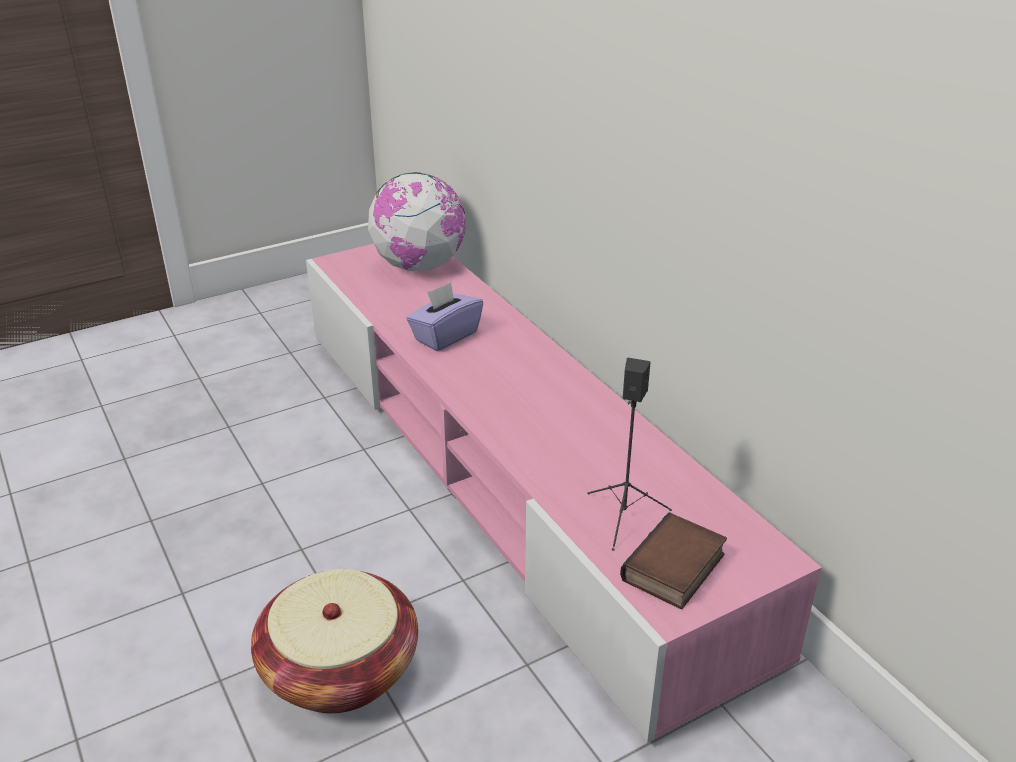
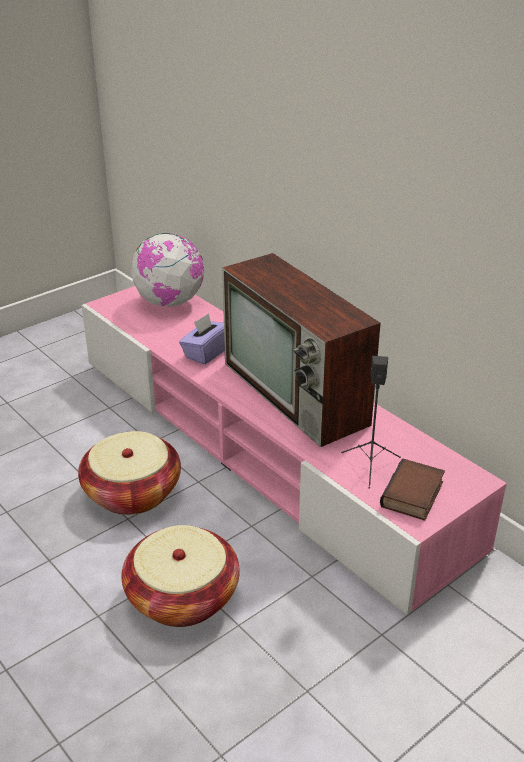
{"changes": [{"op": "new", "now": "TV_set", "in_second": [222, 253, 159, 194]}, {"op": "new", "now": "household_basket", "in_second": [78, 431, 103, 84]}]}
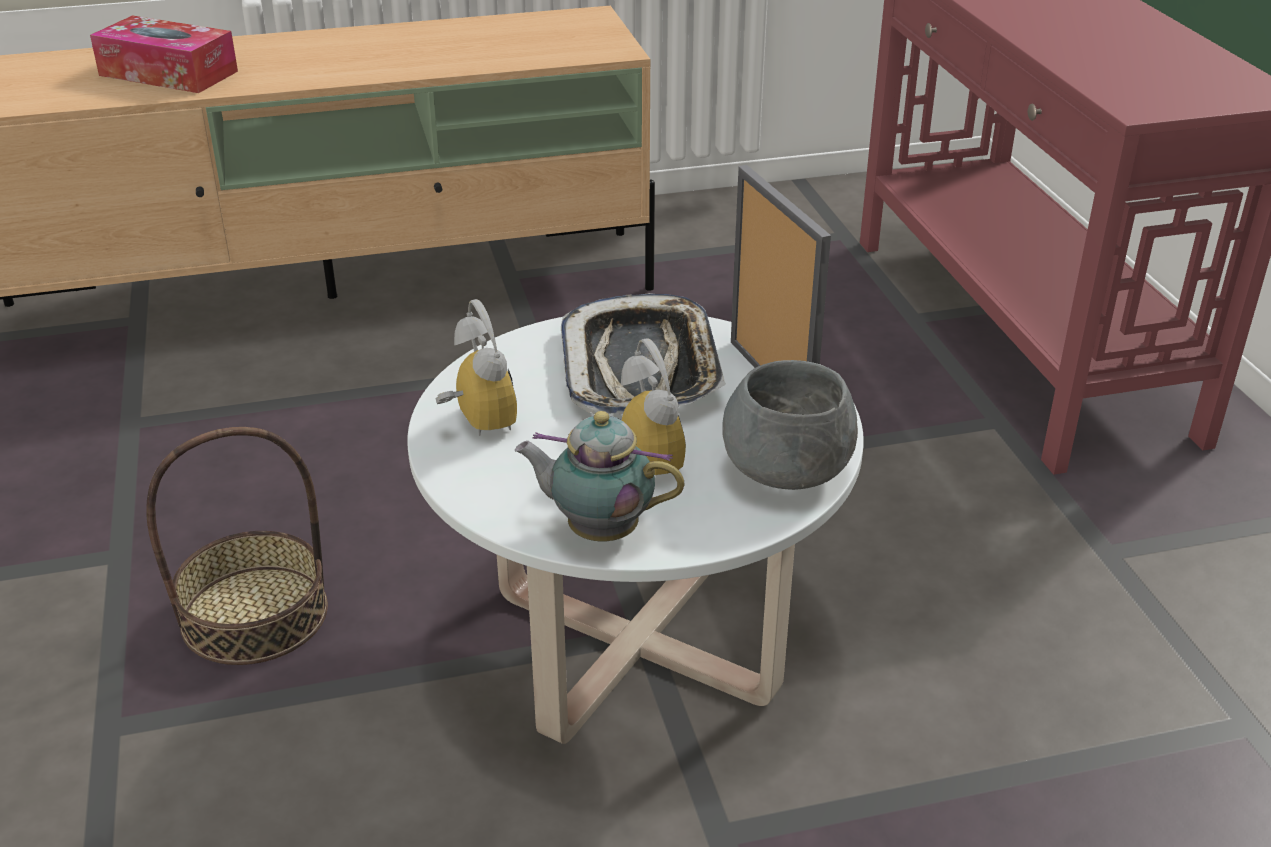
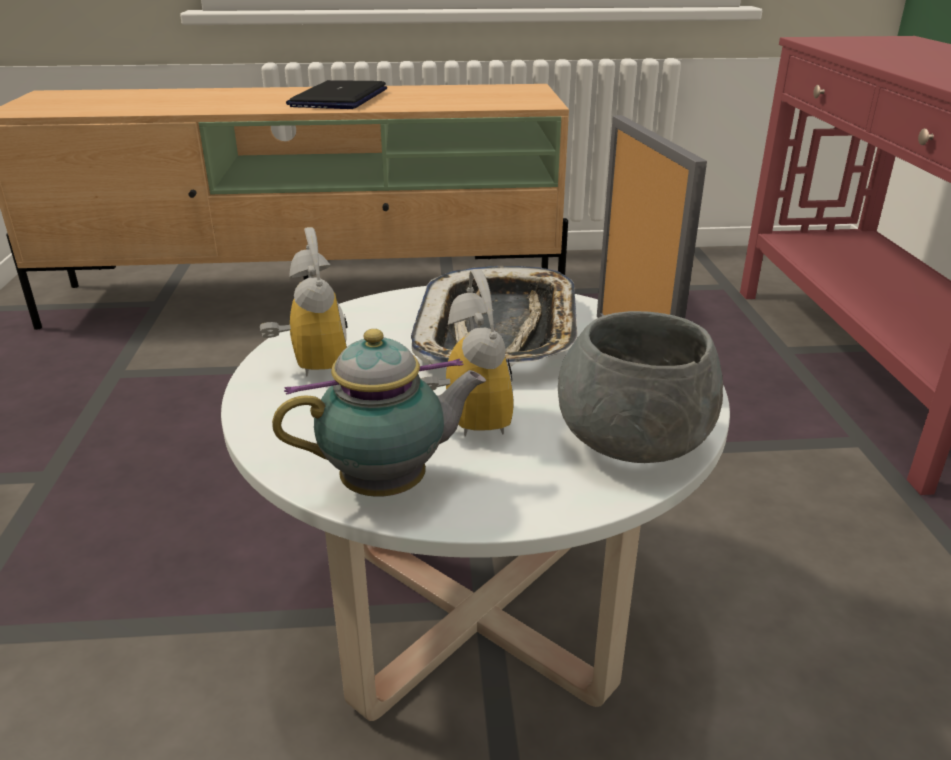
{"changes": [{"op": "gone", "was": "tissue_holder", "in_first": [90, 15, 148, 78]}, {"op": "rotated", "was": "tea_pot", "in_first": [515, 411, 170, 130], "in_second": [272, 329, 214, 168], "clockwise": 135}, {"op": "gone", "was": "household_basket", "in_first": [146, 427, 182, 238]}, {"op": "new", "now": "portable_computer", "in_second": [286, 80, 101, 29]}]}
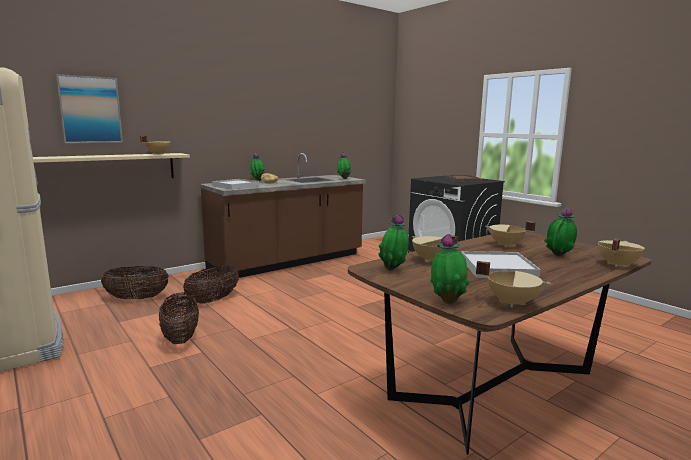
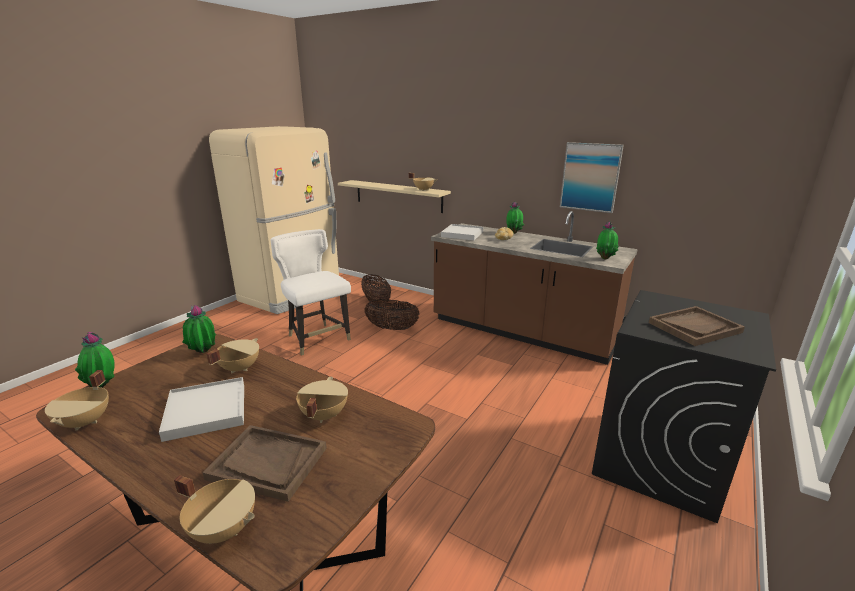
{"changes": [{"op": "shifted", "was": "wall_art", "in_first": [56, 74, 67, 69], "in_second": [560, 142, 64, 71]}, {"op": "swapped", "was": "plant_in_a_pot", "now": "brown_serving_tray", "in_first": [544, 207, 33, 49], "in_second": [203, 425, 124, 77]}, {"op": "swapped", "was": "household_basket", "now": "white-coloured_upright_chair", "in_first": [159, 293, 40, 51], "in_second": [271, 229, 80, 127]}]}
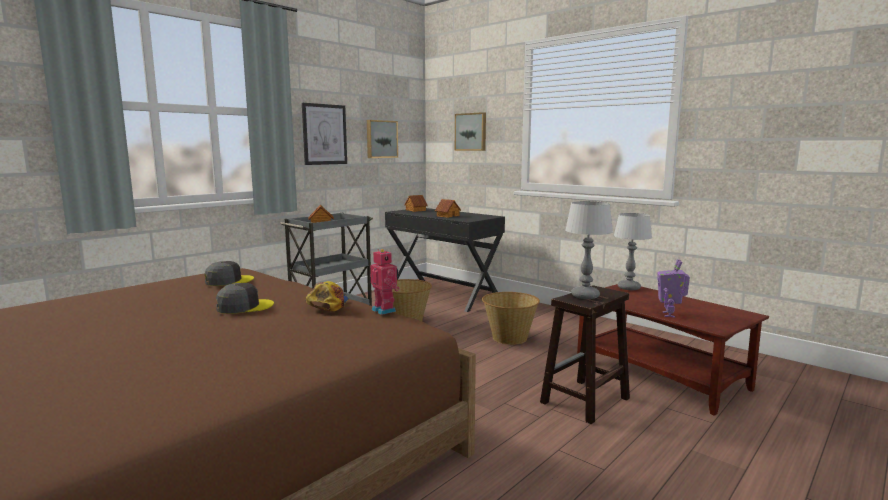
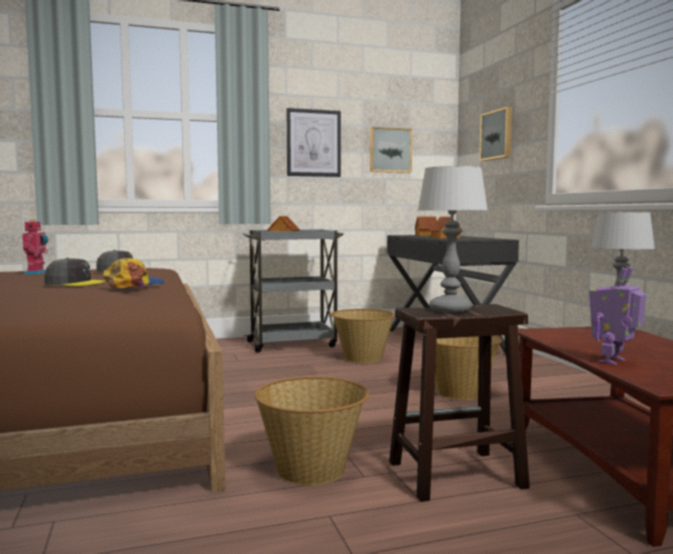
{"changes": [{"op": "shifted", "was": "model_robot", "in_first": [370, 249, 30, 66], "in_second": [22, 219, 26, 55]}, {"op": "new", "now": "household_basket", "in_second": [255, 376, 114, 109]}]}
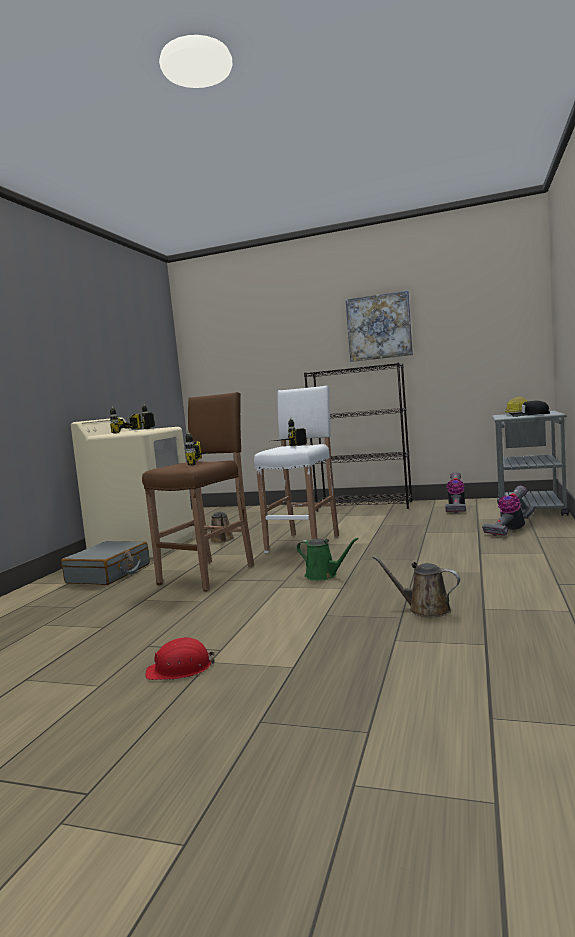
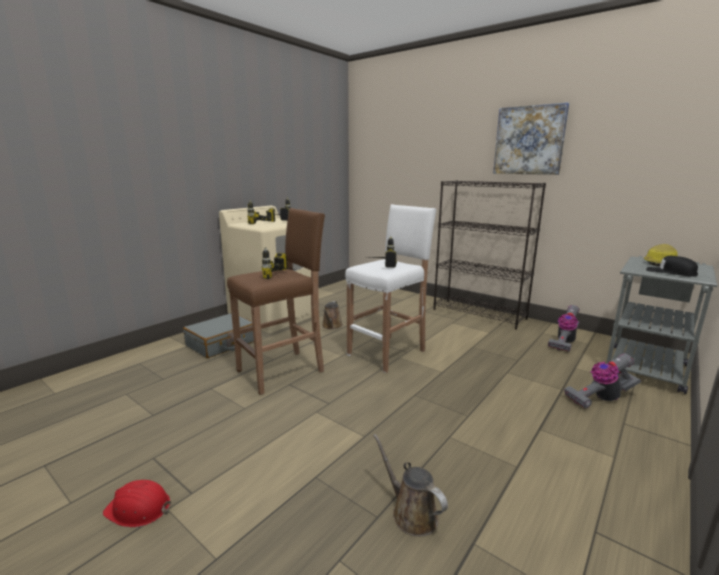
{"changes": [{"op": "gone", "was": "green_sprinkling_can", "in_first": [297, 538, 62, 43]}]}
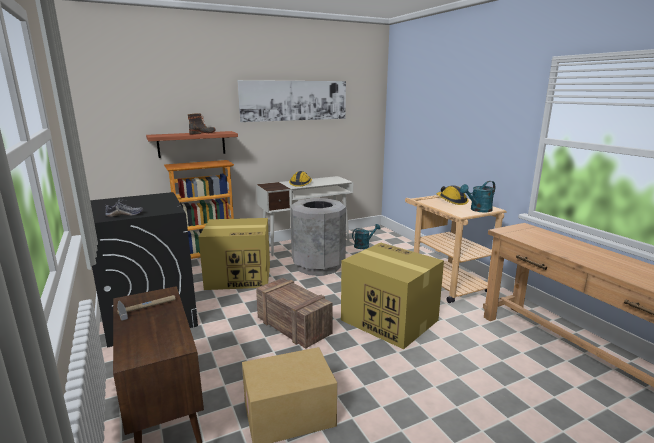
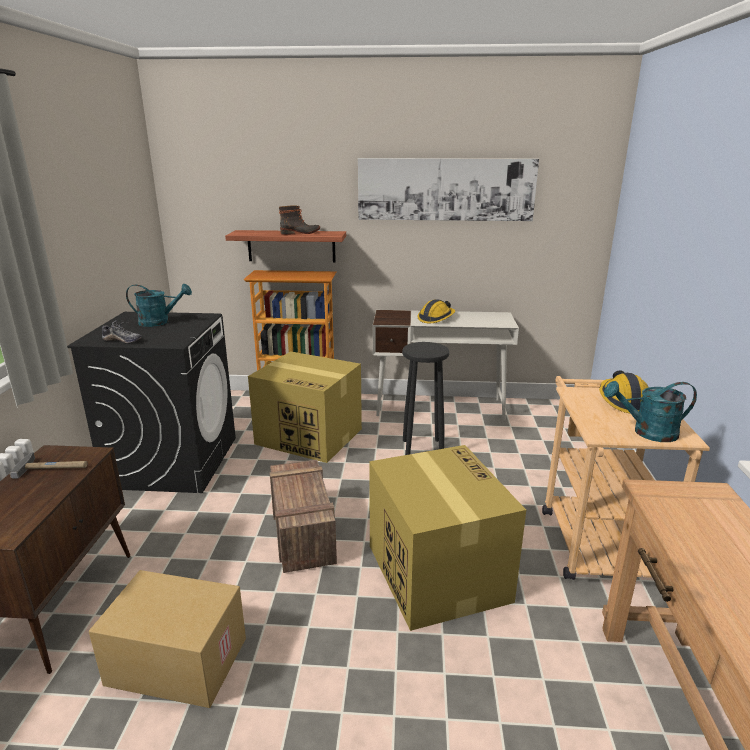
{"changes": [{"op": "swapped", "was": "grey_trash_can", "now": "black-coloured_stool_seat", "in_first": [290, 198, 56, 78], "in_second": [402, 342, 47, 113]}, {"op": "shifted", "was": "turquoise-coloured_sprinkling_can", "in_first": [352, 224, 28, 25], "in_second": [126, 284, 66, 43]}]}
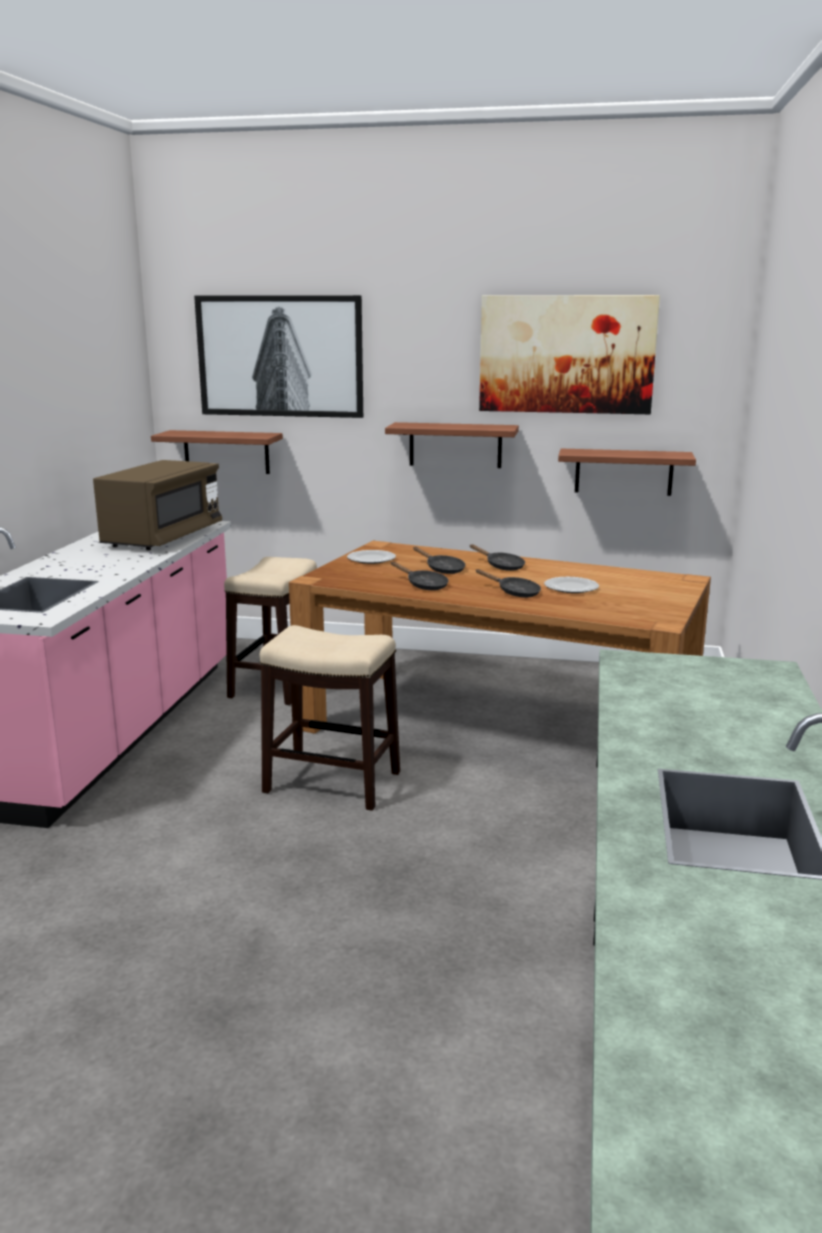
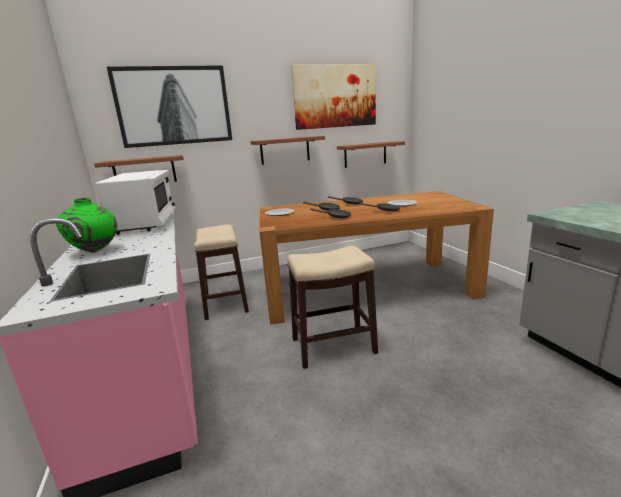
{"changes": [{"op": "repainted", "was": "brown_kitchen_microwave", "now": "white-coloured_kitchen_microwave", "in_first": [93, 460, 129, 90], "in_second": [95, 170, 81, 65]}, {"op": "new", "now": "green_decorative_vase", "in_second": [56, 198, 61, 55]}]}
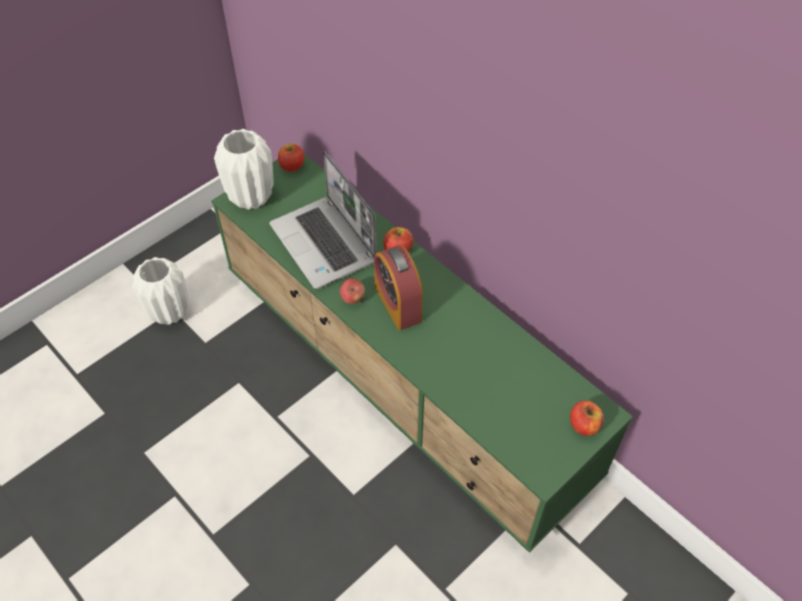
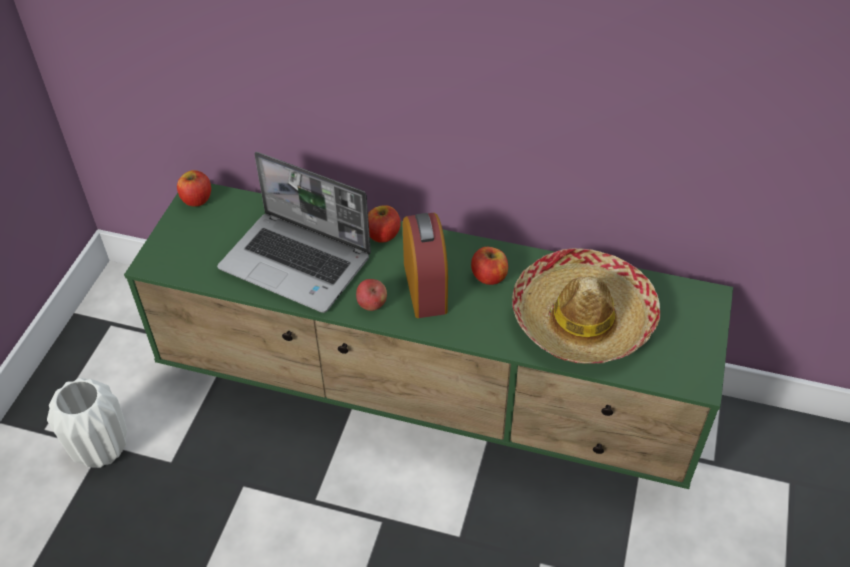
{"changes": [{"op": "gone", "was": "white-coloured_decorative_vase", "in_first": [214, 129, 60, 81]}, {"op": "rotated", "was": "alarm_clock", "in_first": [374, 245, 49, 85], "in_second": [403, 213, 45, 105], "clockwise": -135}, {"op": "shifted", "was": "apple_fruit", "in_first": [570, 400, 34, 36], "in_second": [471, 247, 37, 38]}, {"op": "new", "now": "wearable_hat", "in_second": [512, 248, 148, 116]}]}
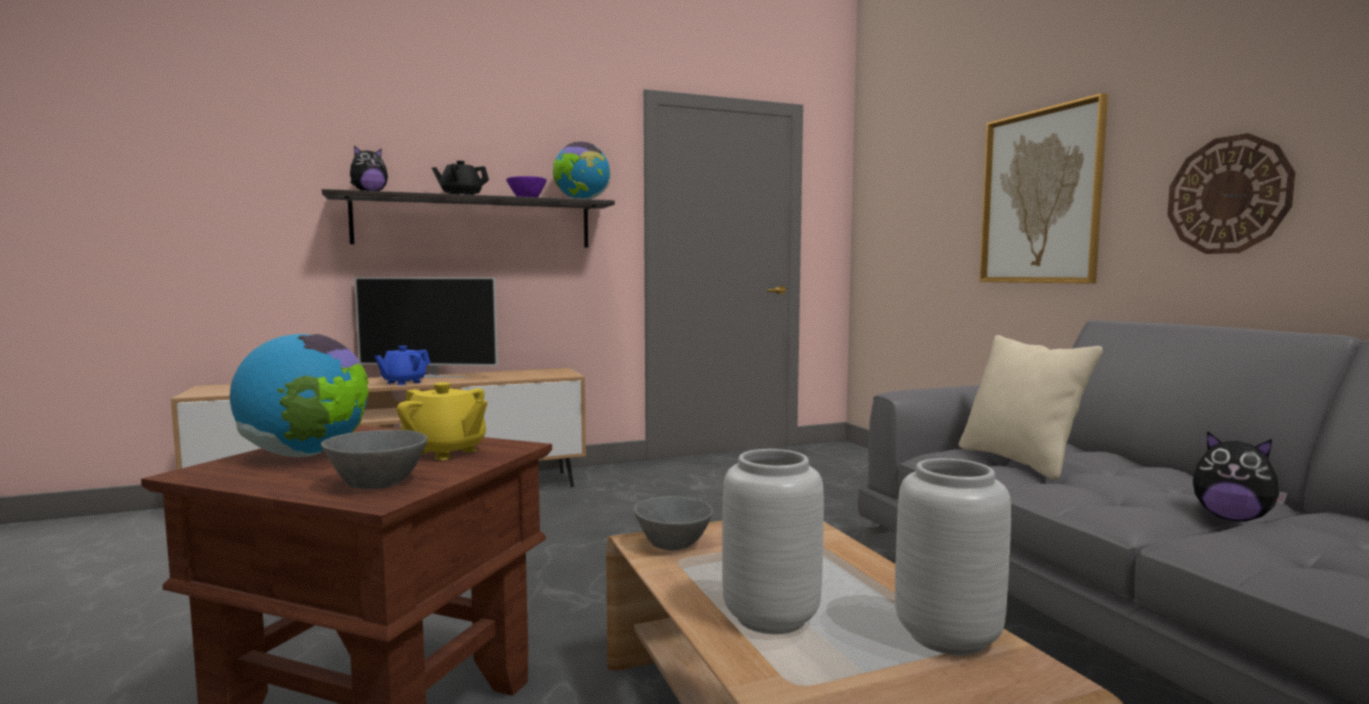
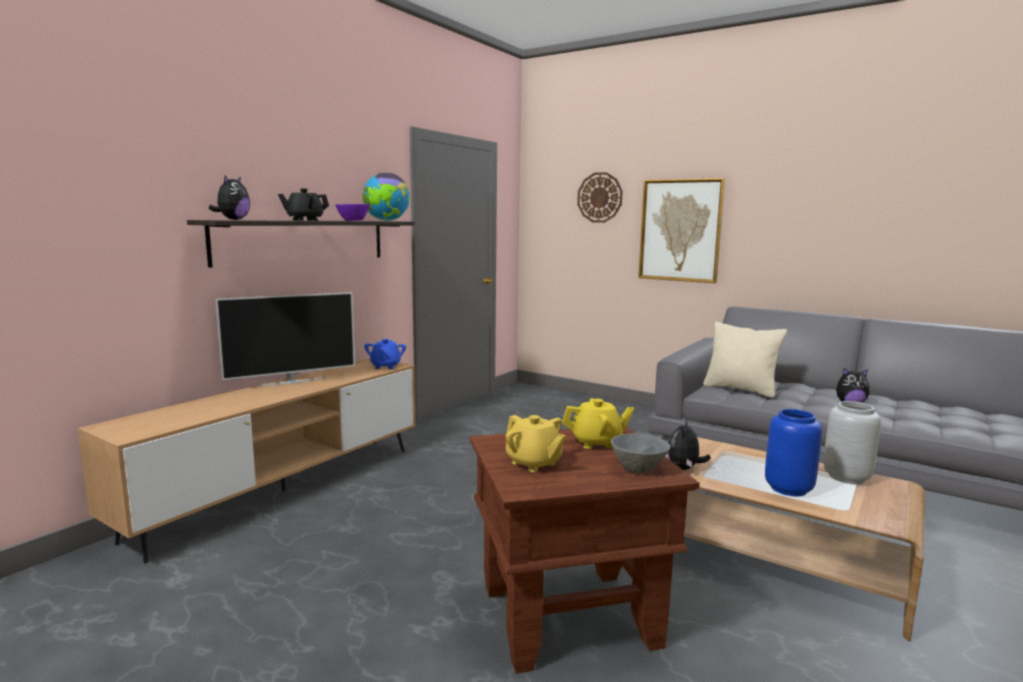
{"changes": [{"op": "shifted", "was": "clock_on_the_wall", "in_first": [1167, 133, 128, 121], "in_second": [577, 172, 46, 51]}, {"op": "swapped", "was": "globe", "now": "yellowish_tea_pot", "in_first": [230, 334, 139, 123], "in_second": [506, 415, 60, 57]}, {"op": "shifted", "was": "bluish_tea_pot", "in_first": [375, 346, 56, 39], "in_second": [364, 339, 42, 30]}, {"op": "repainted", "was": "grey_decorative_vase", "now": "bluish_decorative_vase", "in_first": [722, 449, 102, 185], "in_second": [765, 409, 57, 87]}, {"op": "swapped", "was": "grey_deep_dish", "now": "cuddly_toy", "in_first": [634, 496, 79, 55], "in_second": [667, 420, 43, 50]}]}
